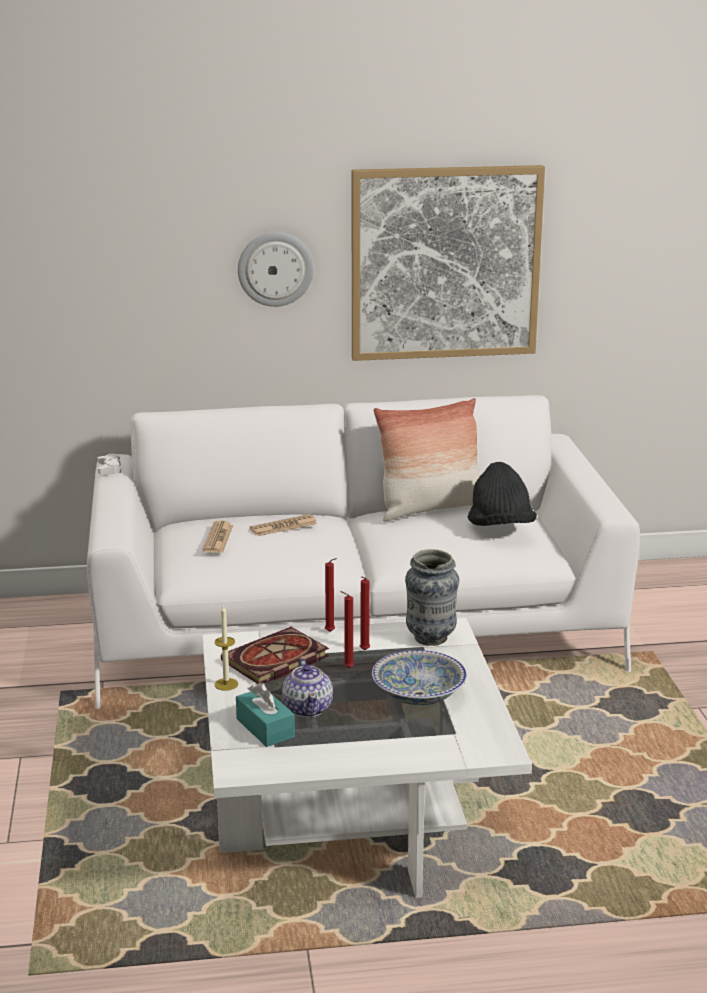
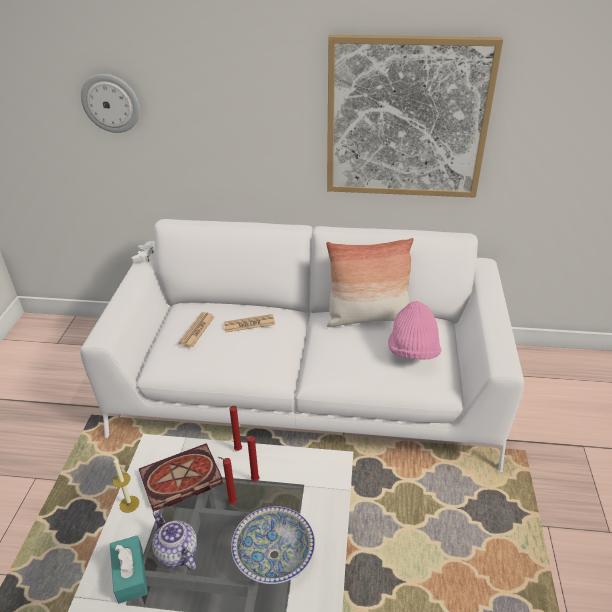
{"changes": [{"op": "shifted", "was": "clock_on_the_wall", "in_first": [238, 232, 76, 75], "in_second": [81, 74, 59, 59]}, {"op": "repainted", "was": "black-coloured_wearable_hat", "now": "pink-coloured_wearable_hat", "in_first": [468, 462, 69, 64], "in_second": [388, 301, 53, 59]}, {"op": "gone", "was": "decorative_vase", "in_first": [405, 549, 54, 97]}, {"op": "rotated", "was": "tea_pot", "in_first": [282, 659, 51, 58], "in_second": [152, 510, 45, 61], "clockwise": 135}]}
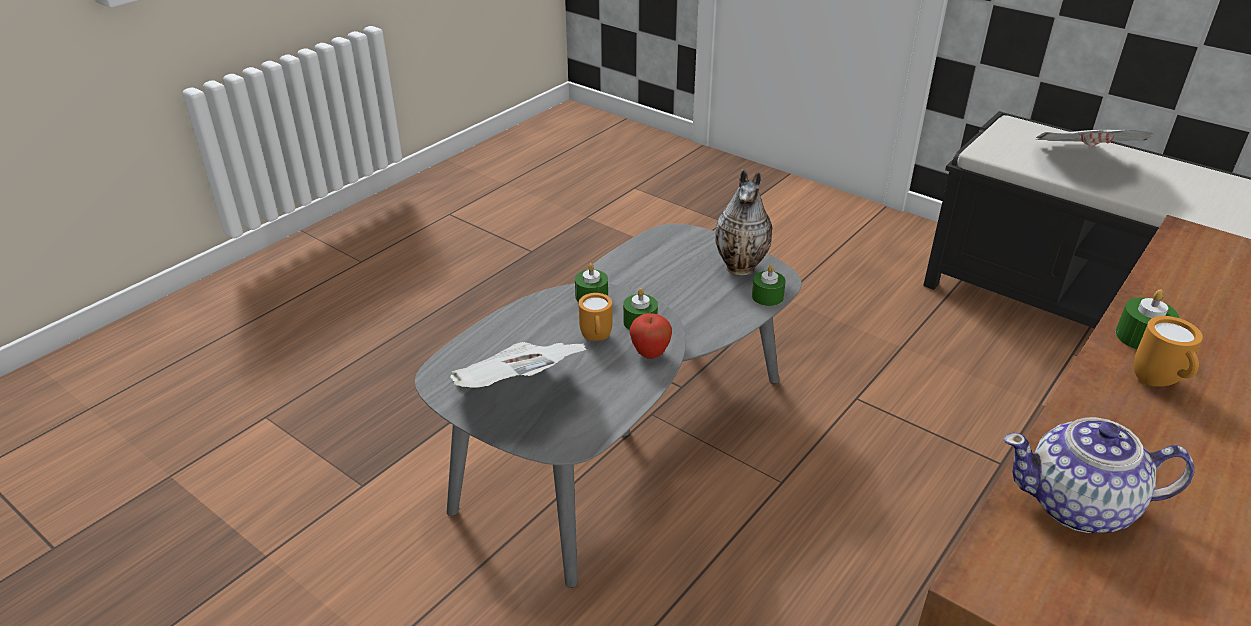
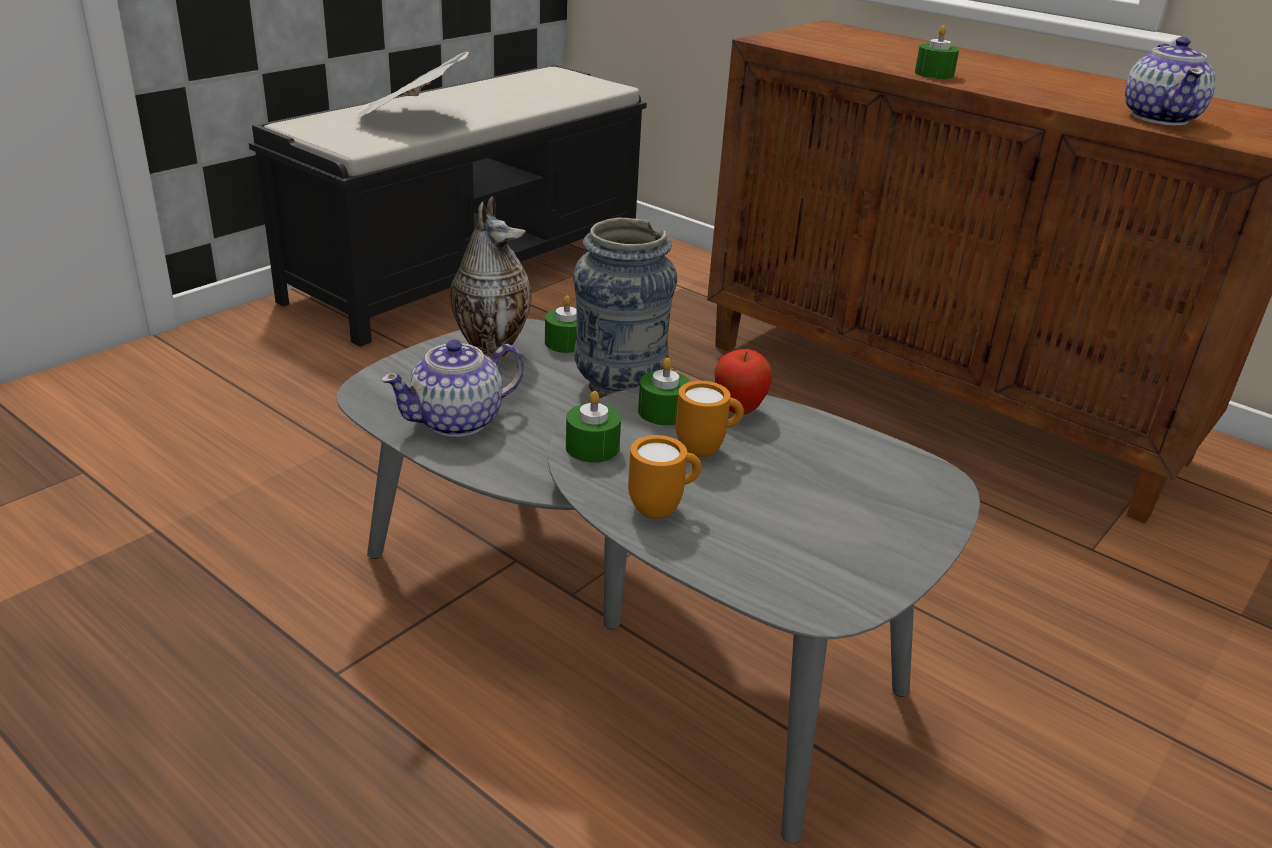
{"changes": [{"op": "shifted", "was": "orange_mug", "in_first": [1134, 316, 69, 71], "in_second": [628, 435, 73, 84]}, {"op": "gone", "was": "daily_paper", "in_first": [450, 342, 136, 46]}, {"op": "new", "now": "decorative_vase", "in_second": [573, 218, 104, 180]}, {"op": "new", "now": "tea_pot", "in_second": [381, 340, 143, 97]}]}
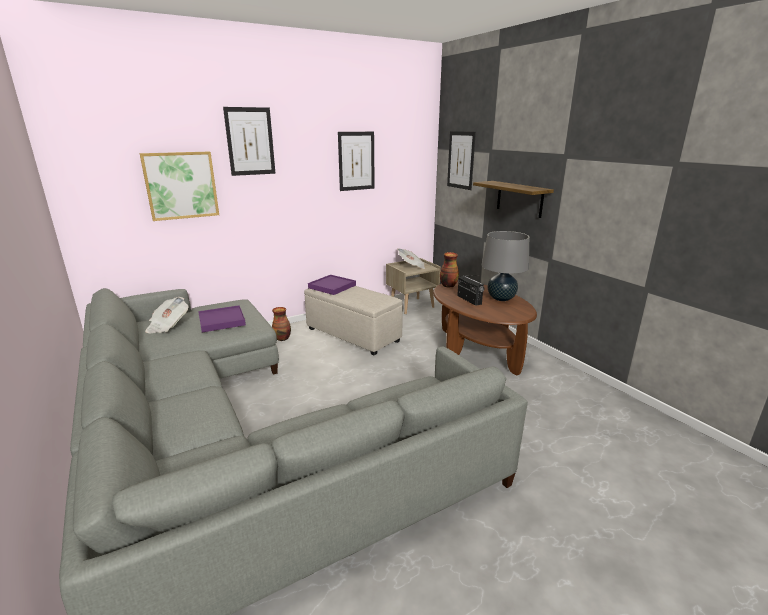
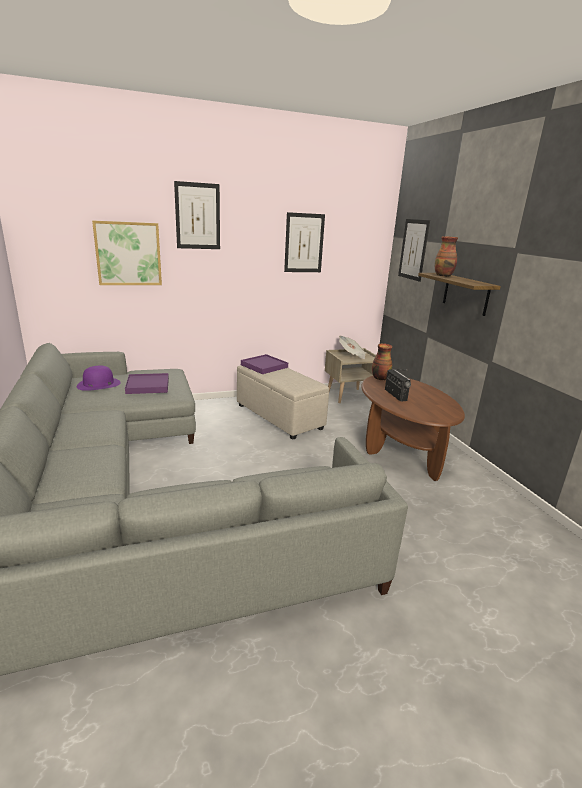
{"changes": [{"op": "gone", "was": "grey_table_lamp", "in_first": [482, 231, 47, 70]}, {"op": "swapped", "was": "daily_paper", "now": "purple-coloured_wearable_hat", "in_first": [145, 297, 44, 36], "in_second": [76, 366, 45, 25]}, {"op": "shifted", "was": "decorative_vase", "in_first": [272, 307, 19, 34], "in_second": [435, 236, 23, 41]}]}
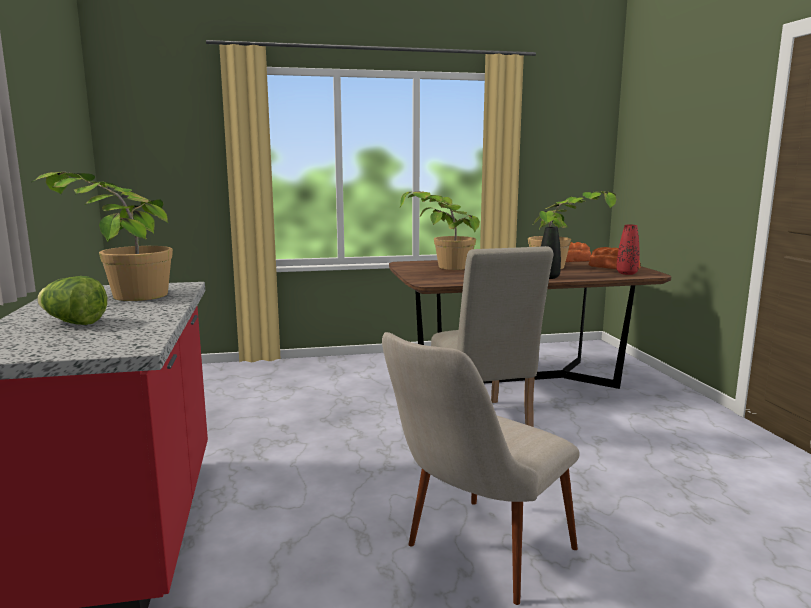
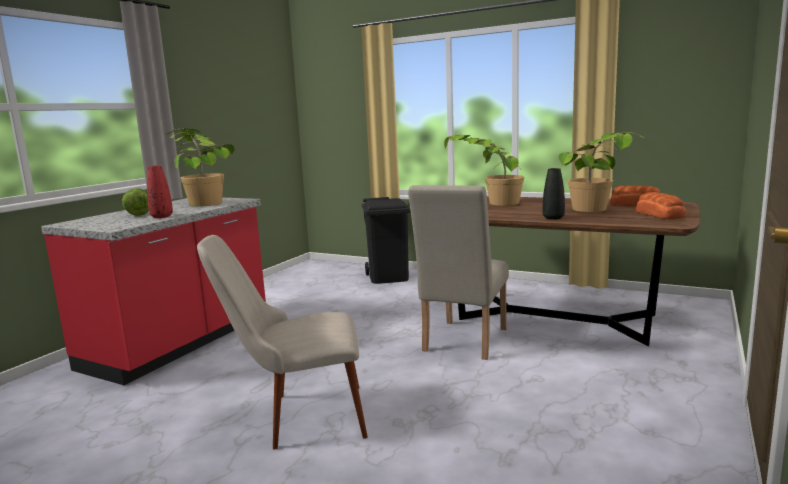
{"changes": [{"op": "shifted", "was": "red-coloured_decorative_vase", "in_first": [616, 225, 24, 50], "in_second": [147, 165, 26, 53]}, {"op": "new", "now": "black-coloured_trash_can", "in_second": [362, 197, 49, 87]}]}
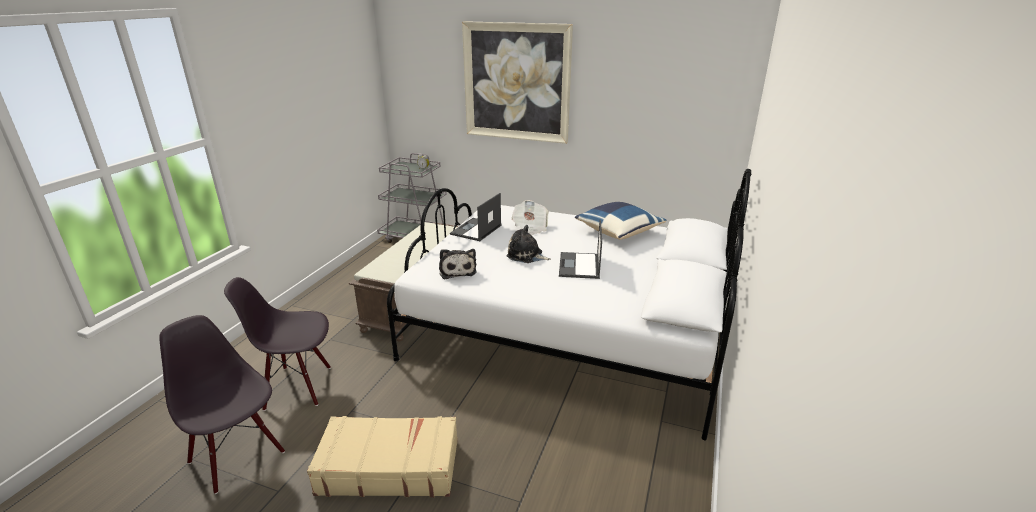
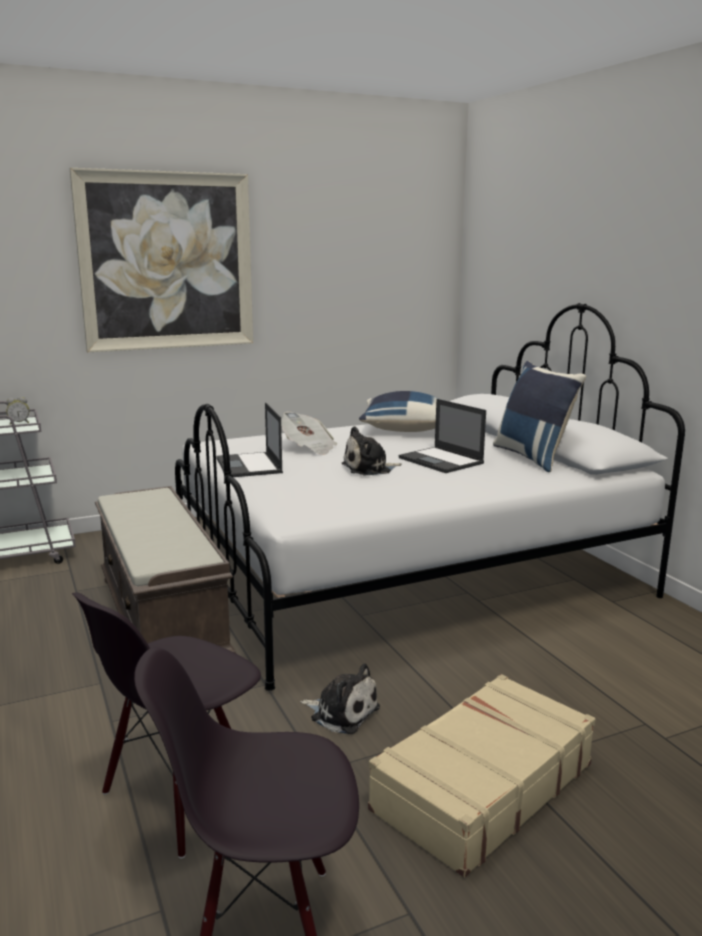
{"changes": [{"op": "shifted", "was": "cuddly_toy", "in_first": [439, 249, 38, 30], "in_second": [300, 663, 80, 71]}, {"op": "new", "now": "bluish_throw_pillow", "in_second": [493, 361, 93, 111]}]}
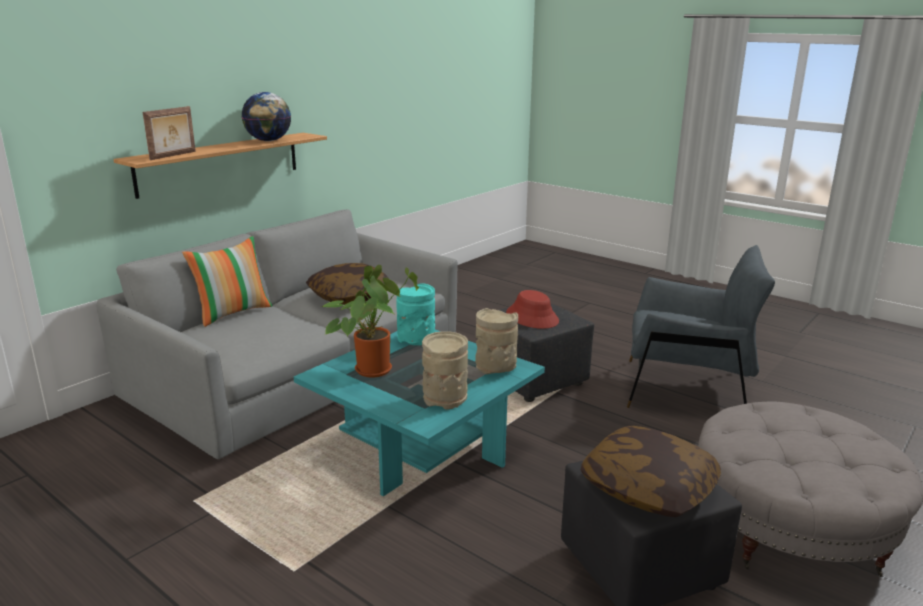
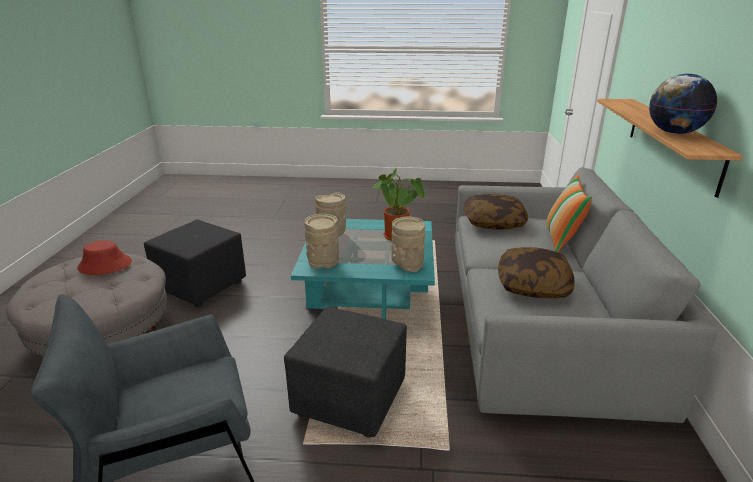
{"changes": [{"op": "gone", "was": "photo_frame", "in_first": [143, 106, 53, 54]}, {"op": "repainted", "was": "turquoise-coloured_decorative_vase", "now": "beige_decorative_vase", "in_first": [396, 283, 39, 62], "in_second": [391, 217, 34, 55]}, {"op": "shifted", "was": "red-coloured_wearable_hat", "in_first": [506, 290, 53, 39], "in_second": [77, 240, 55, 35]}, {"op": "shifted", "was": "throw_pillow", "in_first": [580, 426, 141, 91], "in_second": [464, 194, 64, 36]}]}
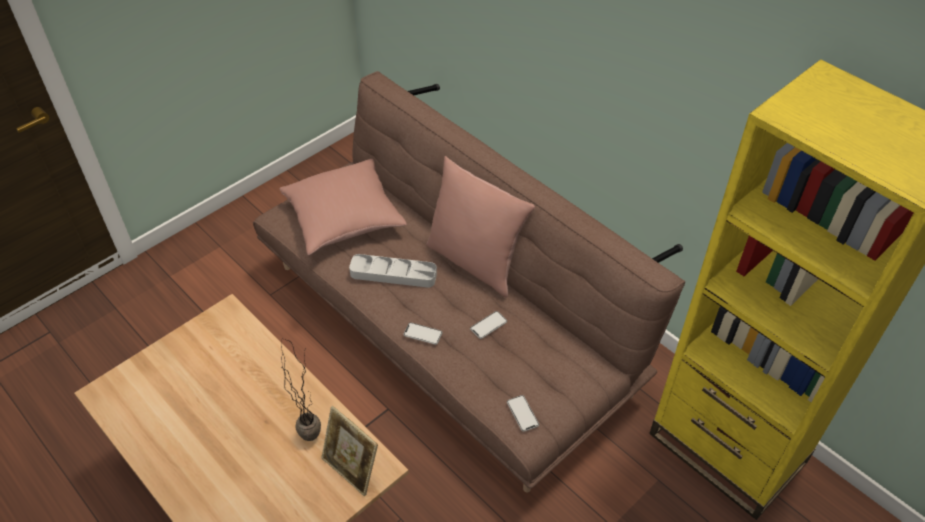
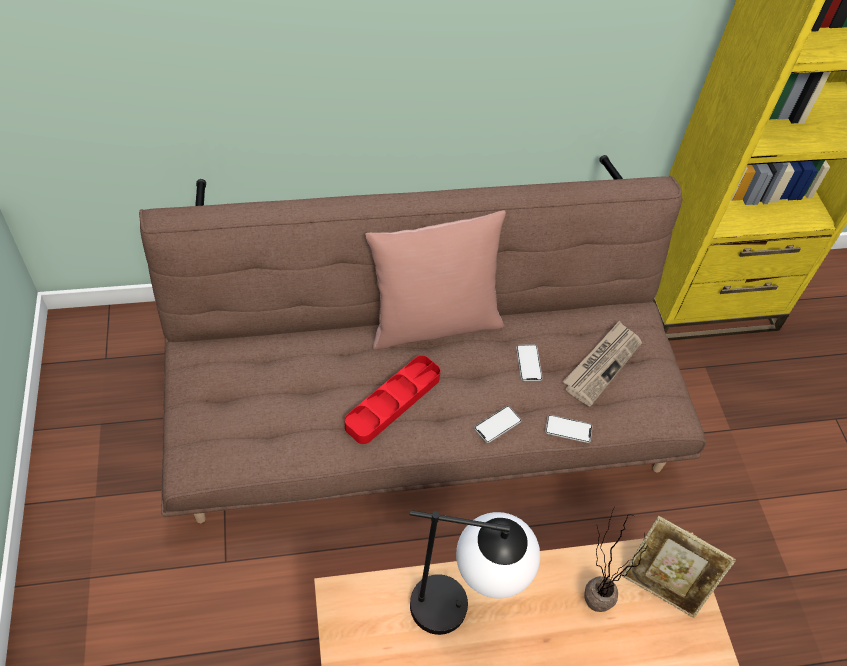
{"changes": [{"op": "gone", "was": "pink-coloured_throw_pillow", "in_first": [280, 159, 127, 96]}, {"op": "repainted", "was": "grey_serving_tray", "now": "red-coloured_serving_tray", "in_first": [349, 254, 88, 34], "in_second": [345, 355, 95, 89]}, {"op": "shifted", "was": "telephone", "in_first": [507, 395, 32, 37], "in_second": [545, 415, 47, 28]}, {"op": "rotated", "was": "photo_frame", "in_first": [321, 406, 57, 90], "in_second": [622, 515, 114, 103], "clockwise": 45}, {"op": "new", "now": "daily_paper", "in_second": [563, 321, 79, 86]}, {"op": "new", "now": "table_lamp", "in_second": [410, 510, 130, 125]}]}
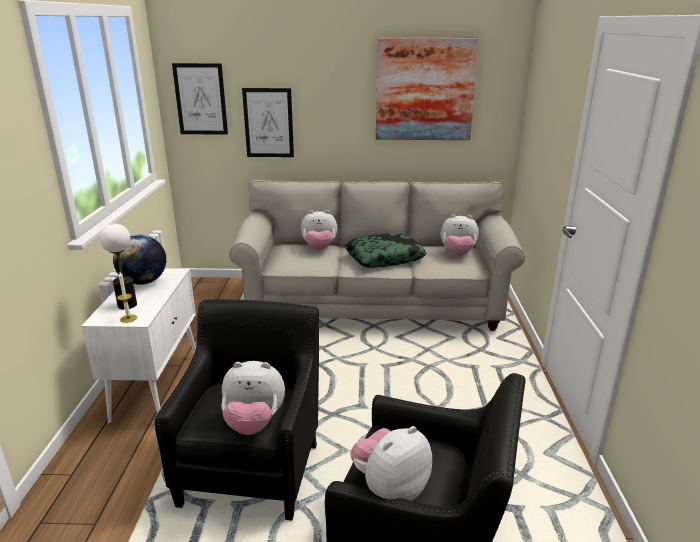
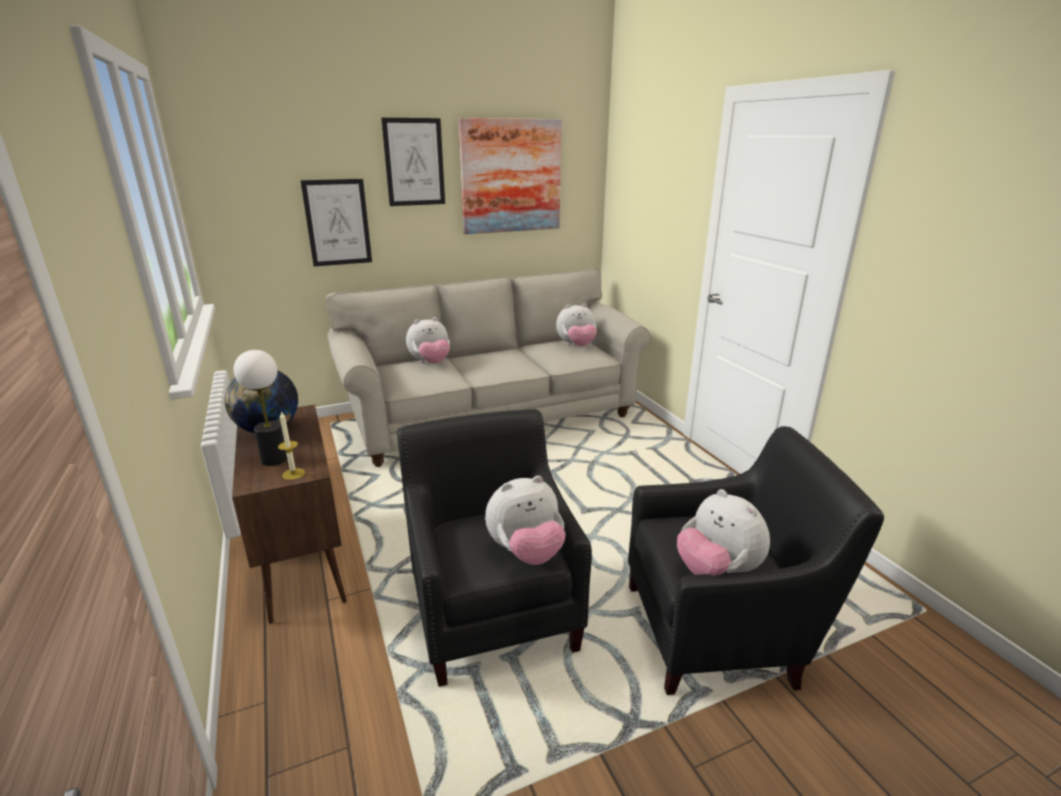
{"changes": [{"op": "shifted", "was": "wall_art", "in_first": [172, 63, 56, 72], "in_second": [381, 118, 64, 88]}, {"op": "gone", "was": "throw_pillow", "in_first": [345, 233, 81, 35]}, {"op": "repainted", "was": "white-coloured_cabinet", "now": "brown_cabinet", "in_first": [81, 268, 115, 156], "in_second": [232, 405, 115, 219]}, {"op": "rotated", "was": "cuddly_toy", "in_first": [350, 426, 82, 75], "in_second": [677, 489, 93, 87], "clockwise": -60}]}
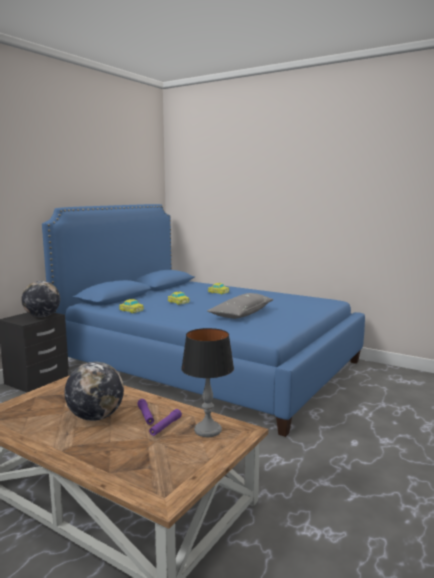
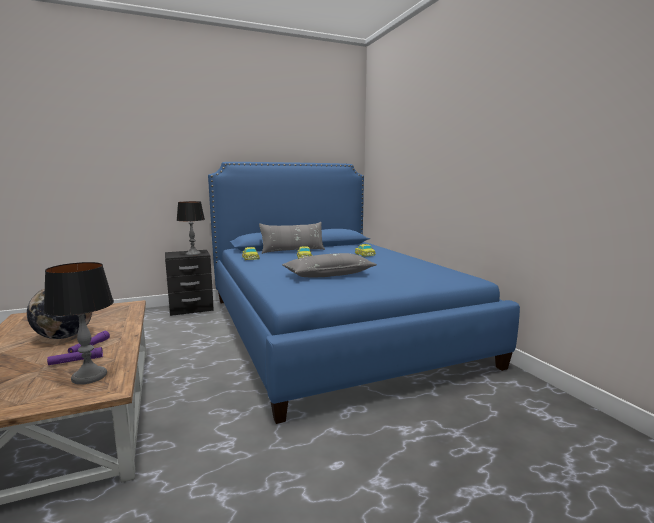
{"changes": [{"op": "swapped", "was": "globe", "now": "table_lamp", "in_first": [22, 281, 38, 36], "in_second": [177, 201, 28, 55]}, {"op": "new", "now": "grey_throw_pillow", "in_second": [259, 222, 66, 32]}]}
